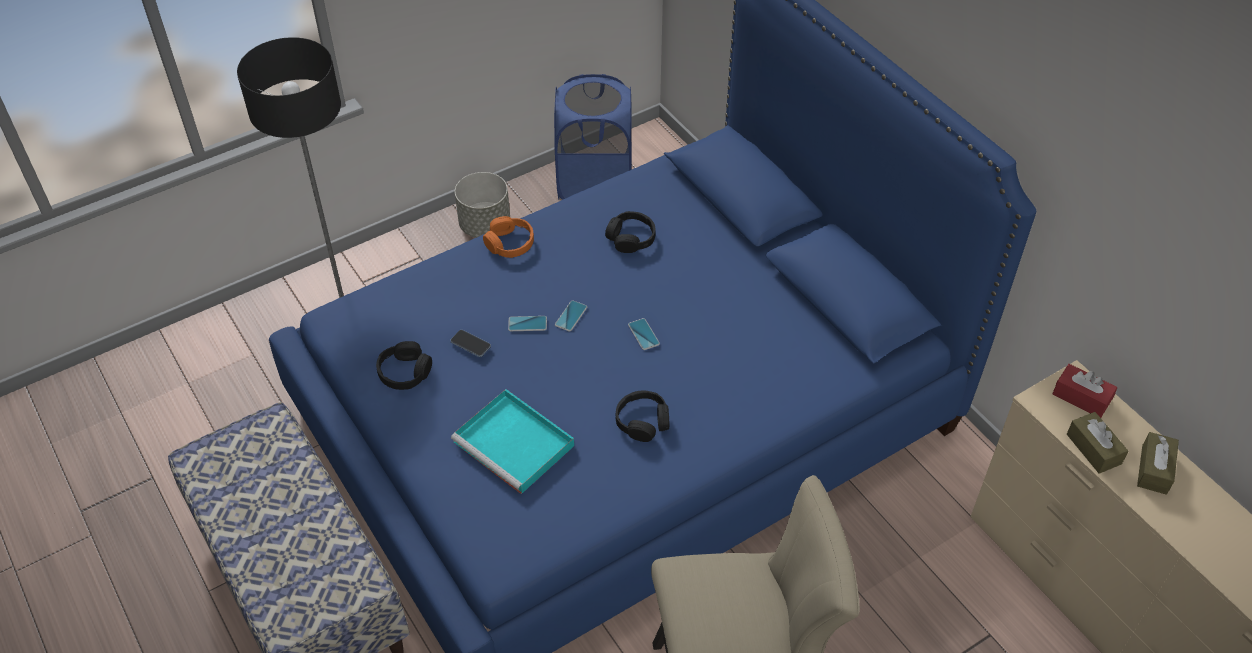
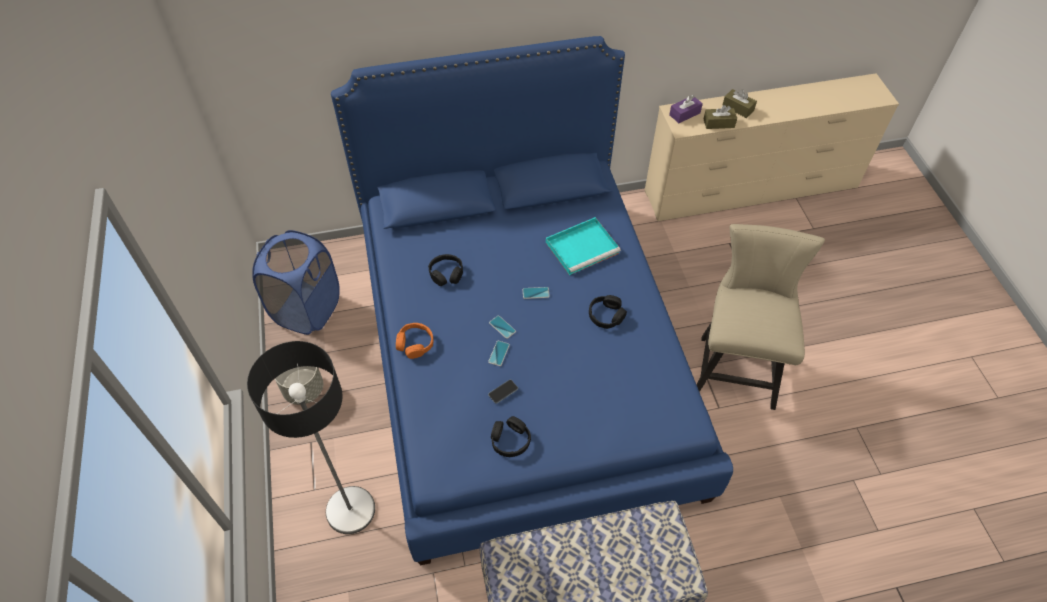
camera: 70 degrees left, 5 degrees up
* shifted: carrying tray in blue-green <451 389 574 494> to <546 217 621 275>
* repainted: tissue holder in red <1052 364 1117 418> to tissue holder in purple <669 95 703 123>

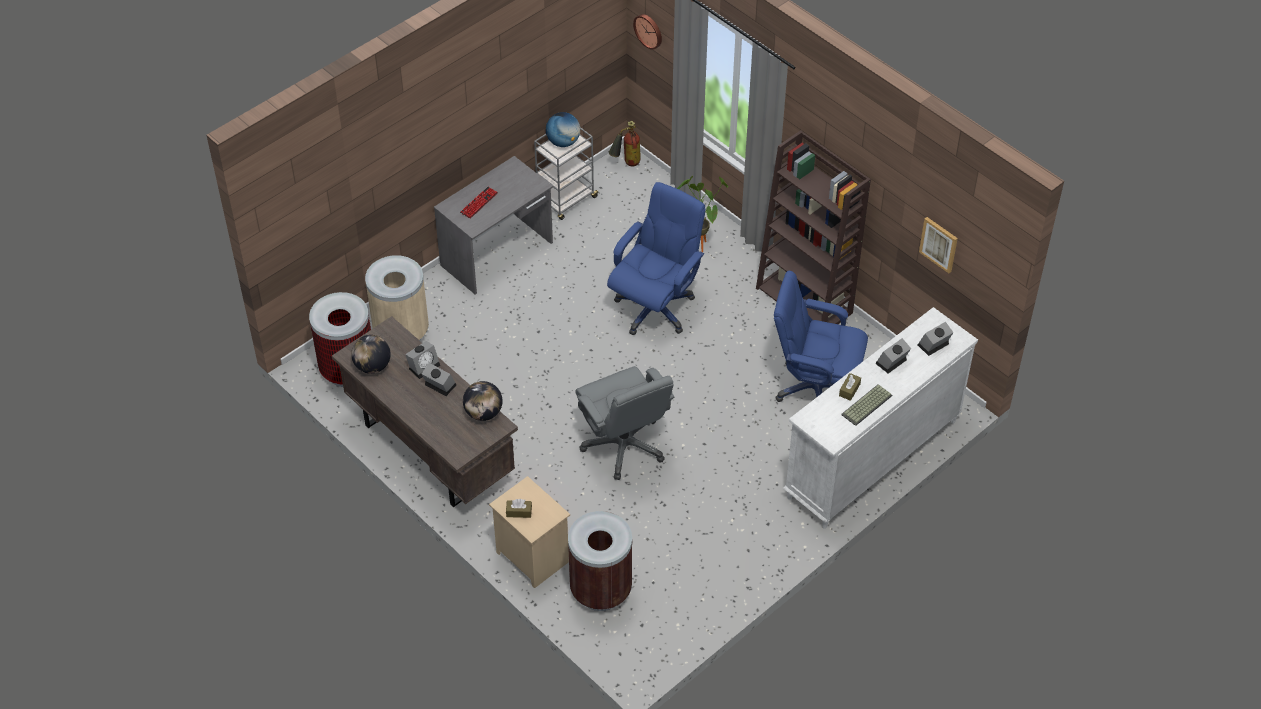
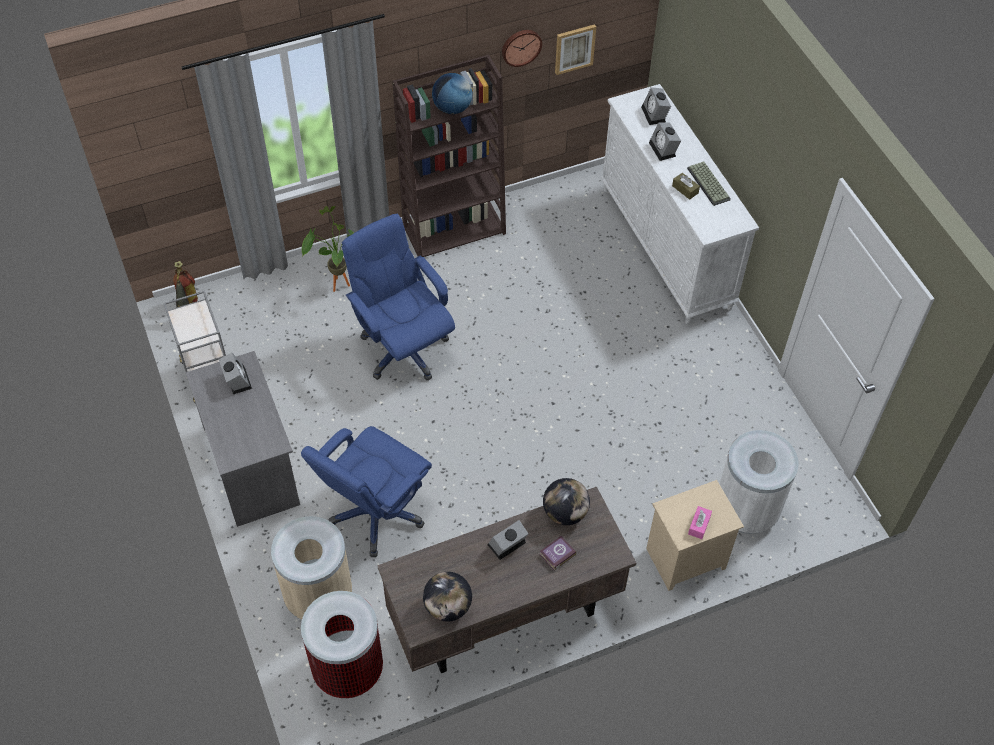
camera: 70 degrees left, 5 degrees up
* shifted: table clock <405 341 440 379> to <219 353 252 394>
* shifted: computer chair in blue <774 271 868 402> to <301 426 432 557>
* shifted: globe <546 112 580 147> to <432 73 473 114>
* shifted: wall clock <633 14 662 50> to <502 30 542 67>
* new: book <539 536 576 570>
* repainted: tissue holder in brown <506 499 532 518> to tissue holder in pink <688 506 712 539>
* repainted: waste bin in brown <568 511 632 611> to waste bin in white-coloured <720 430 799 533>
* gone: keyboard <460 187 498 219>
* gone: computer chair in grey <575 366 675 480>

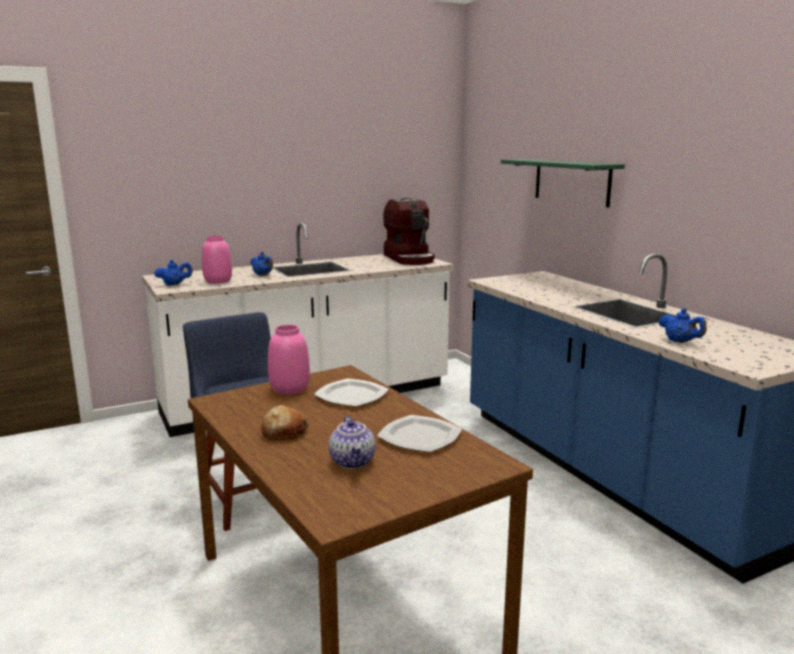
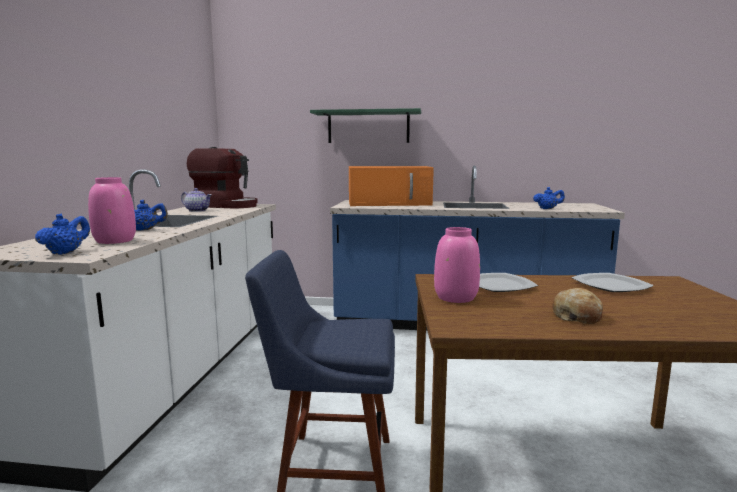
camera: 55 degrees left, 5 degrees down
* shifted: tea pot <329 416 375 469> to <181 188 212 212>
* new: microwave oven in orange-coloured <349 166 434 206>

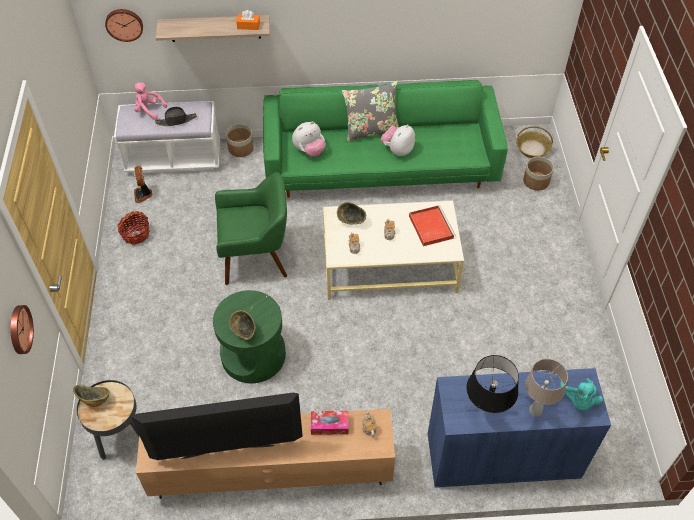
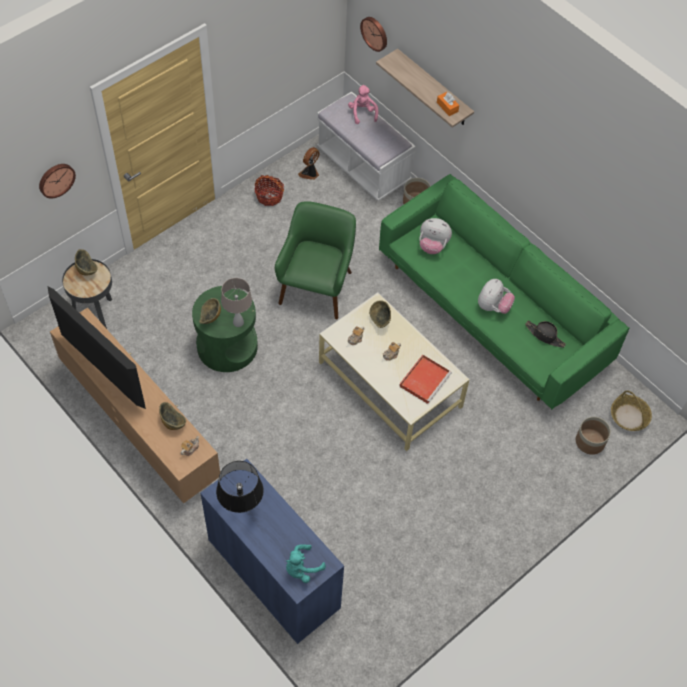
camera: 50 degrees right, 5 degrees up
* swapped: tissue holder <311 411 349 435> to deep dish <159 402 186 430>
* shifted: table lamp in beige-coloured <525 359 568 417> to <221 278 252 327>
* rotated: armchair in green-coloured <215 172 287 285> = <275 201 356 319> 120 degrees counterclockwise
* rotated: soft toy <381 124 415 156> = <478 279 515 314> 120 degrees clockwise
* shifted: clothing hat in black-coloured <155 107 197 126> to <525 320 566 348>
* gone: throw pillow in grey <342 81 399 142>

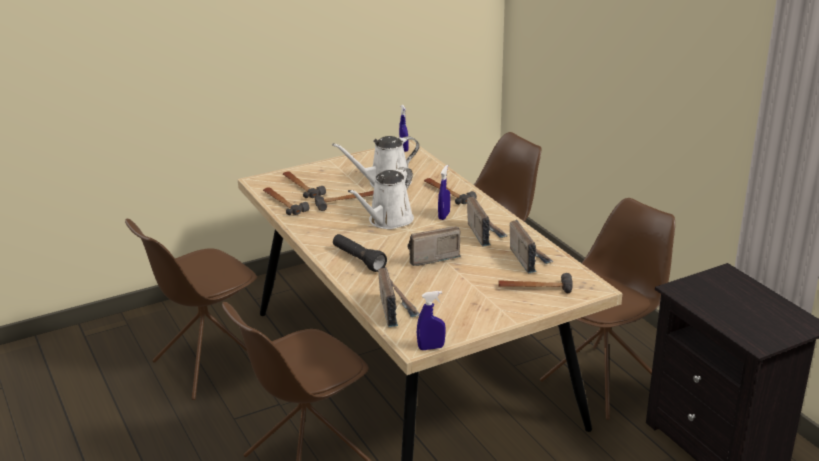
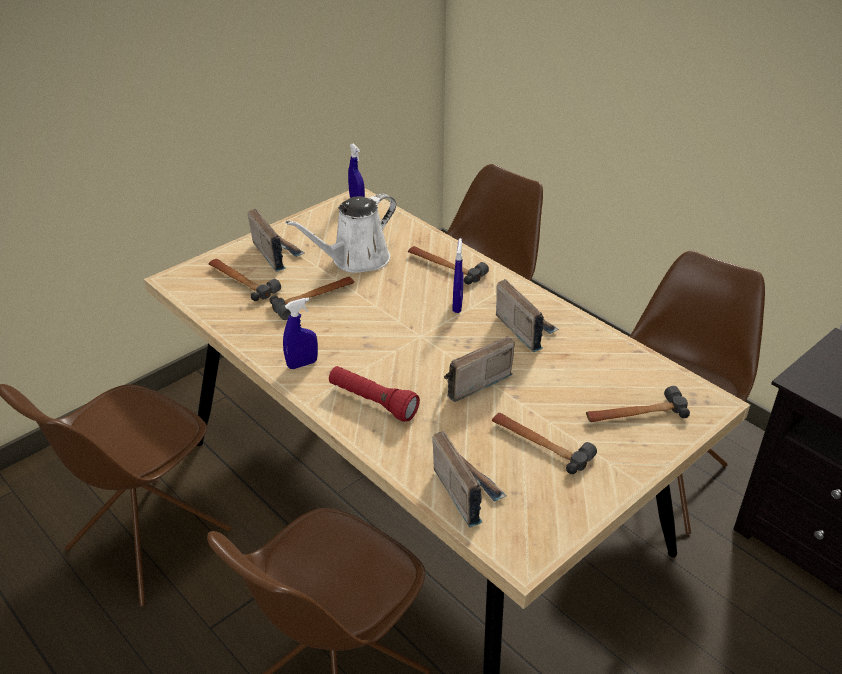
camera: 15 degrees left, 10 degrees up
* shifted: radio receiver <510 220 554 273> to <247 208 304 272>
* shifted: sprayer in blue <417 291 446 350> to <283 297 318 369>
* repainted: flashlight in black-coloured <333 234 387 272> to flashlight in red <329 366 420 422>
* shifted: hand hammer <263 187 309 215> to <492 413 597 474>
* gone: watering pot in white-coloured <348 167 414 229>

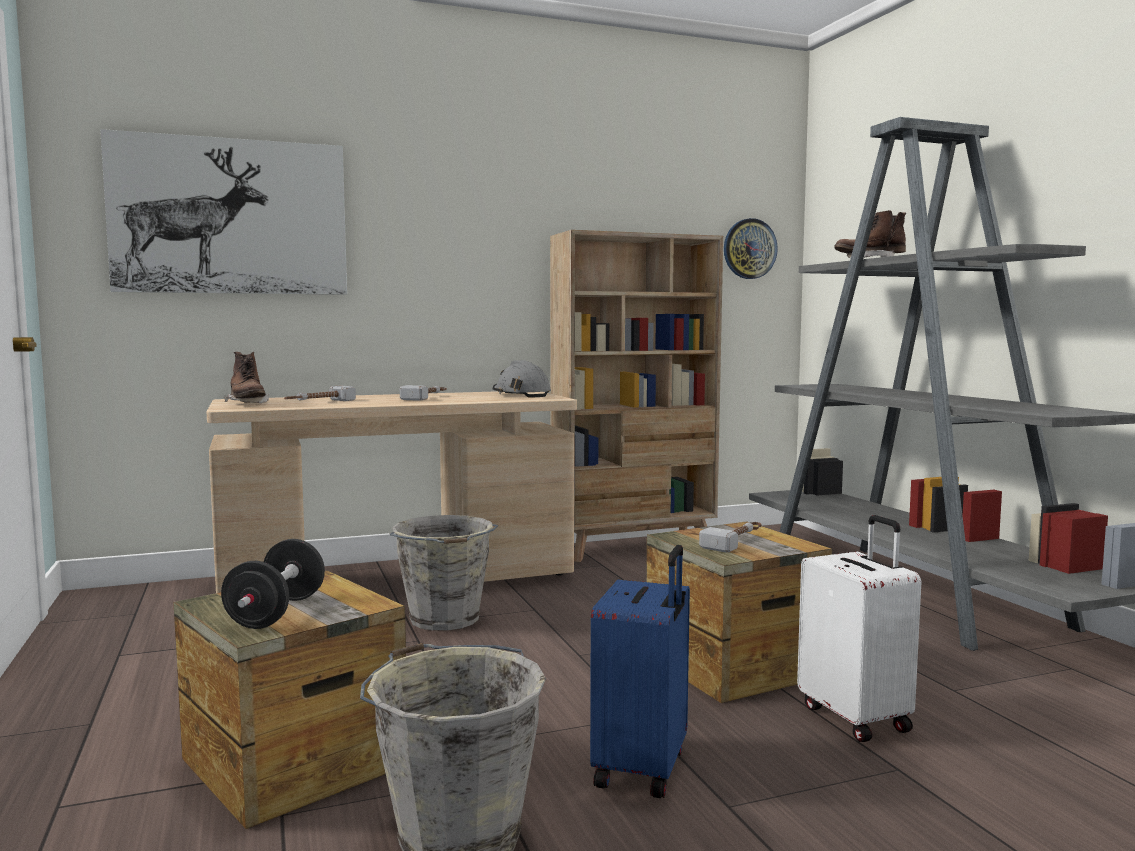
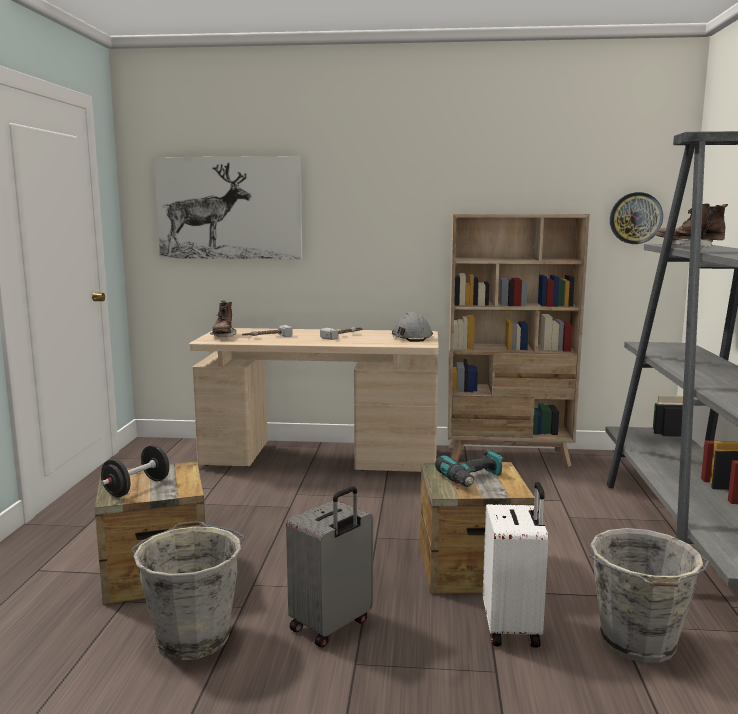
camera: 25 degrees right, 5 degrees up
* repainted: suitcase in blue <590 545 690 798> to suitcase in grey <286 486 373 647>
* swapped: hand hammer <699 522 762 553> to electric drill <435 450 503 487>
* shifted: bucket in grey <390 515 498 631> to <590 528 709 663>

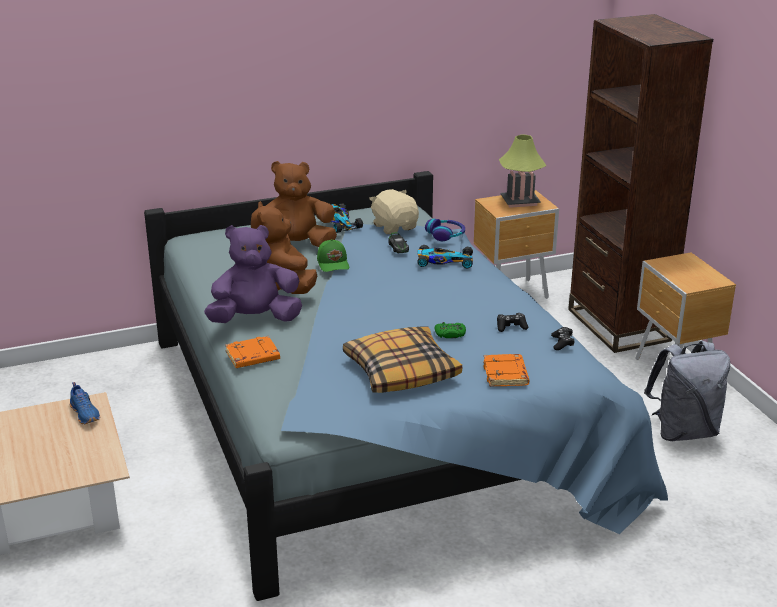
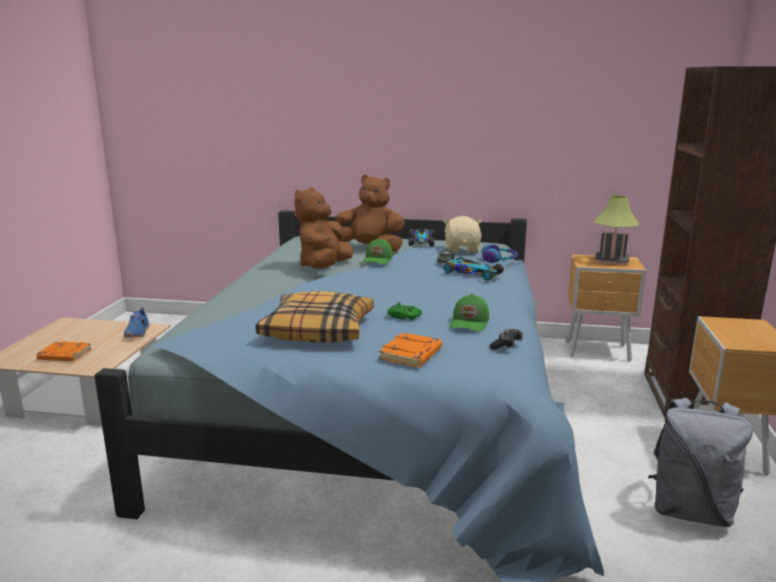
camera: 30 degrees right, 10 degrees down
* shifted: book in orange-coloured <225 336 280 368> to <36 341 92 361>
* swapped: gamepad in black-coloured <497 313 528 332> to cap in green-coloured <449 294 489 331>
* gone: soft toy in purple <204 225 302 323>

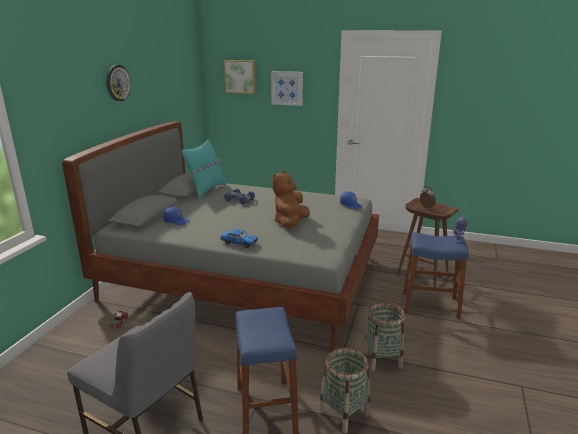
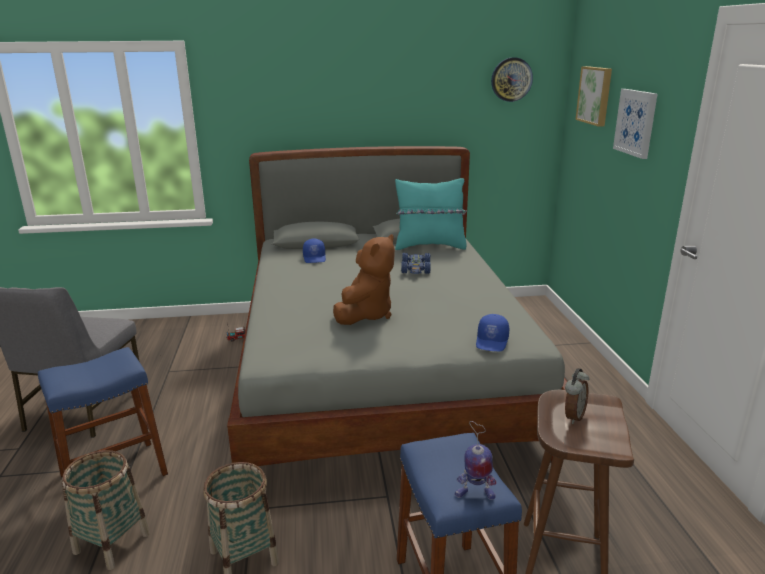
camera: 65 degrees right, 0 degrees up
* rotated: soft toy in brown <272 170 310 228> = <333 234 395 325> 120 degrees clockwise
* shifted: wall clock <106 65 131 101> to <491 57 533 102>
* gone: miniature car <220 229 258 248>

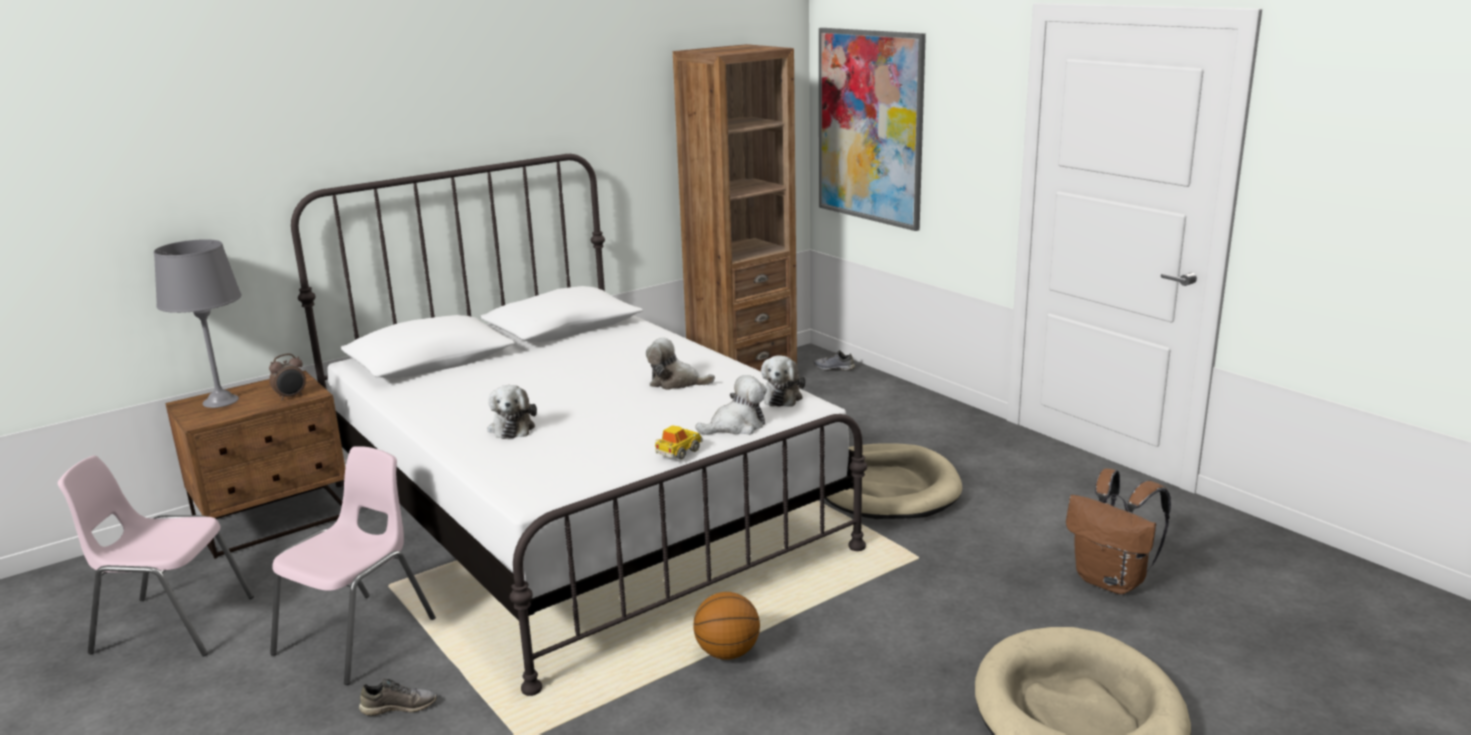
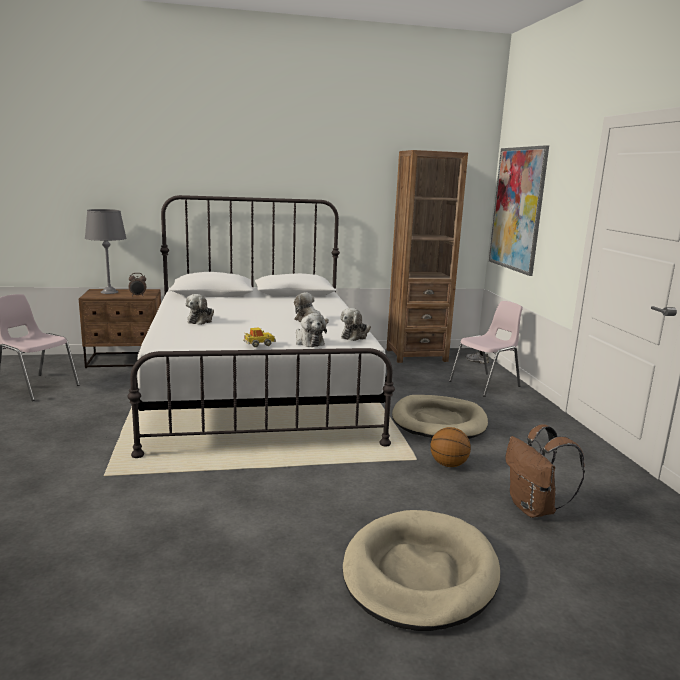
camera: 25 degrees right, 5 degrees down
* rotated: soft toy <696 375 767 435> = <296 313 327 347> 60 degrees clockwise
* shifted: basketball ball <693 592 760 660> to <430 427 471 467>
* shifted: upright chair in pink <270 446 436 685> to <449 301 523 397>
* gone: shoe in grey <359 679 437 716>

